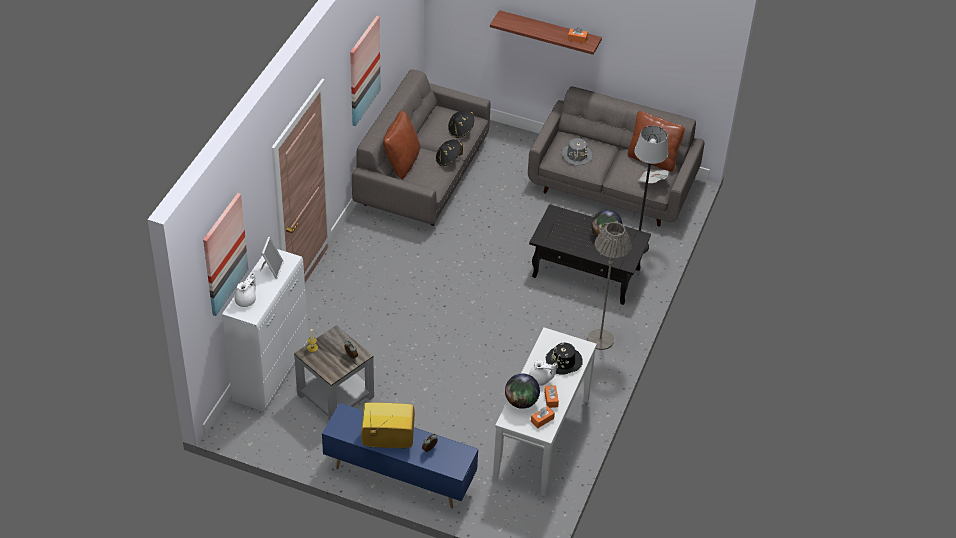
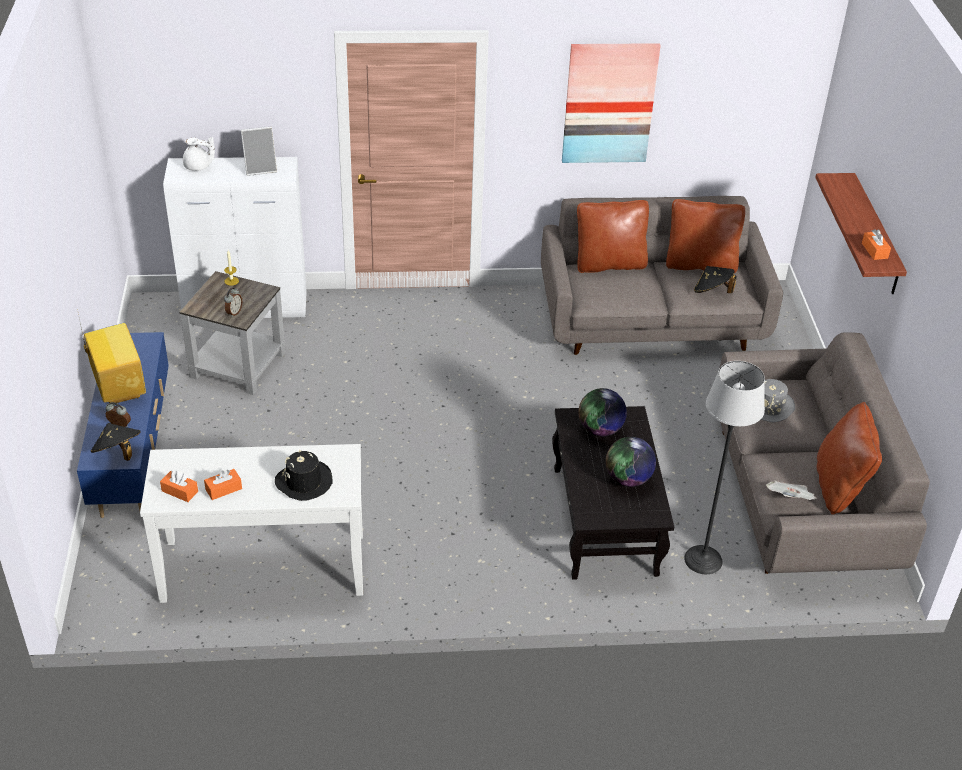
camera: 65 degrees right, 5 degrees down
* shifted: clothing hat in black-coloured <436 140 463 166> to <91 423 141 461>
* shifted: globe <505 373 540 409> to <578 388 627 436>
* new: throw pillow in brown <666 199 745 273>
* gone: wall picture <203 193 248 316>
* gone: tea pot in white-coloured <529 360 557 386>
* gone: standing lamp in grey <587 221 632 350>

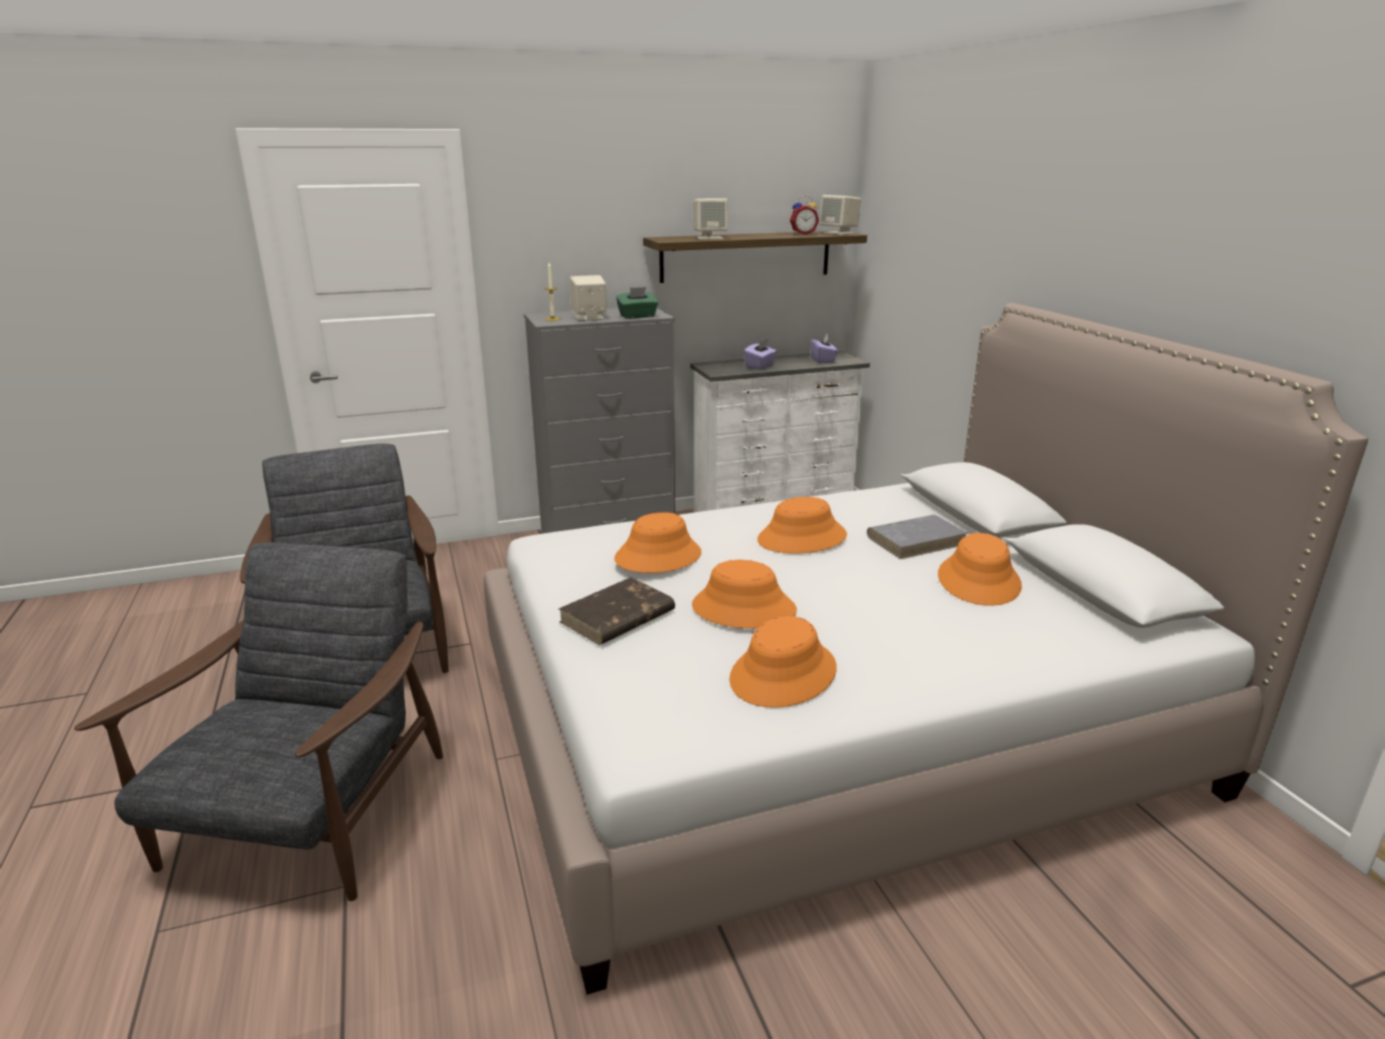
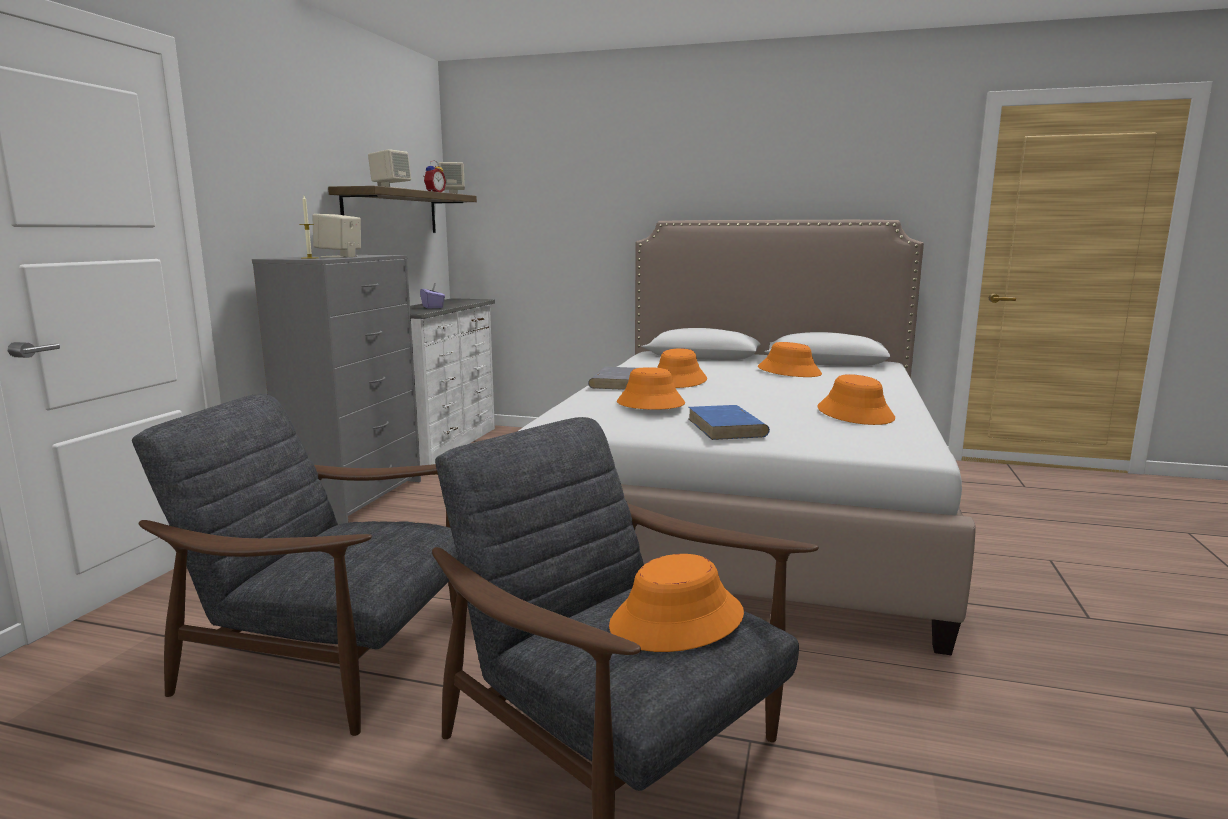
camera: 55 degrees left, 10 degrees down
* shifted: book in grey <867 515 968 559> to <588 367 636 390>
* shifted: clothing hat in orange-coloured <692 560 797 629> to <609 554 744 652>
* repainted: book in brown <559 577 675 645> to book in blue <688 405 770 440>
* gone: tissue holder in green-coloured <616 287 658 319>
* gone: tissue holder in purple <810 334 838 363>

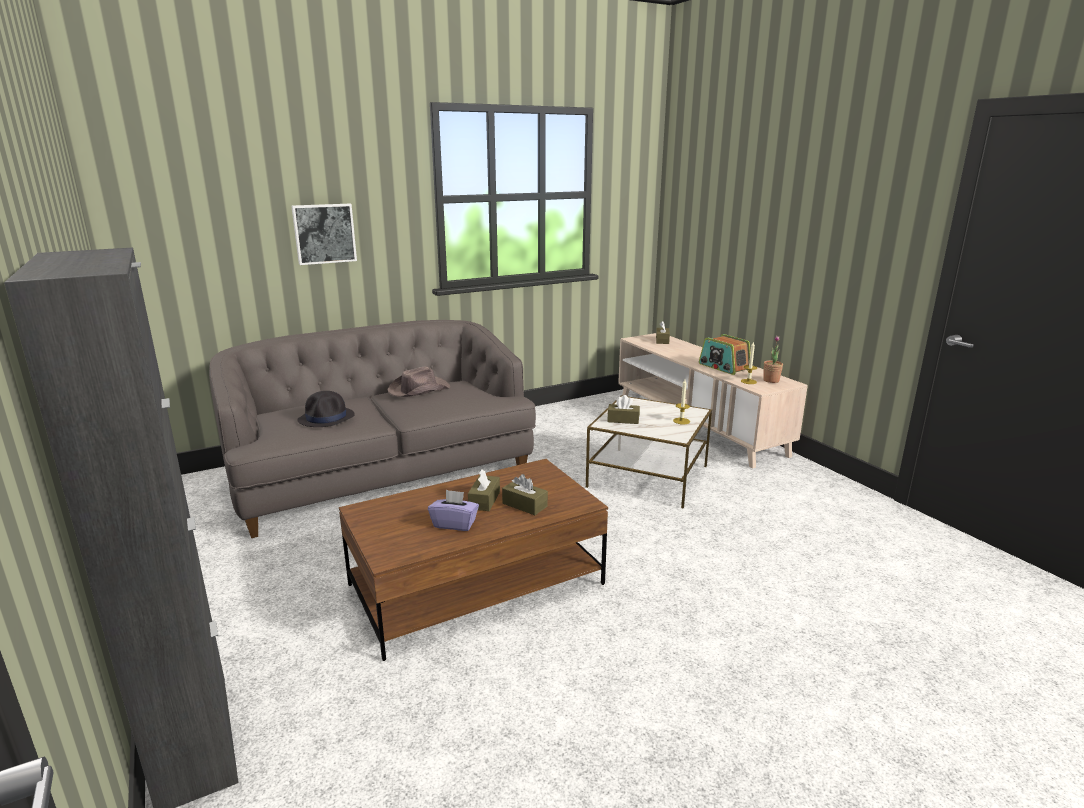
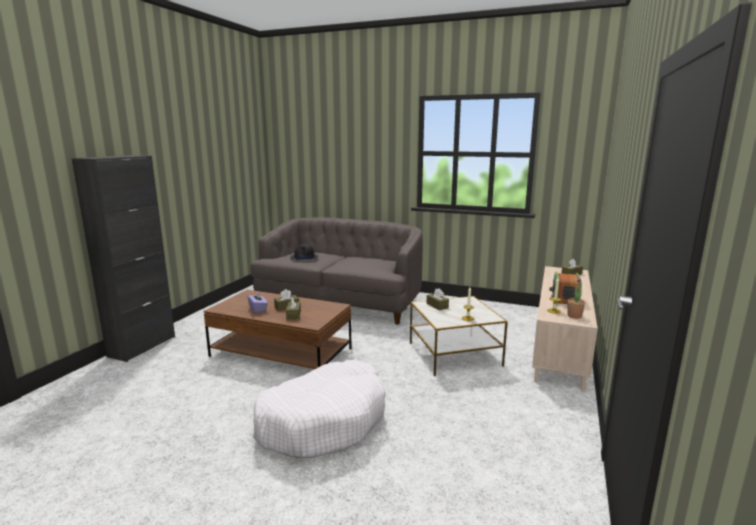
camera: 50 degrees right, 5 degrees down
* new: pet bed in white-coloured <253 360 386 458>
* gone: wall picture <291 204 357 265>
* gone: clothing hat in brown <388 366 450 397>

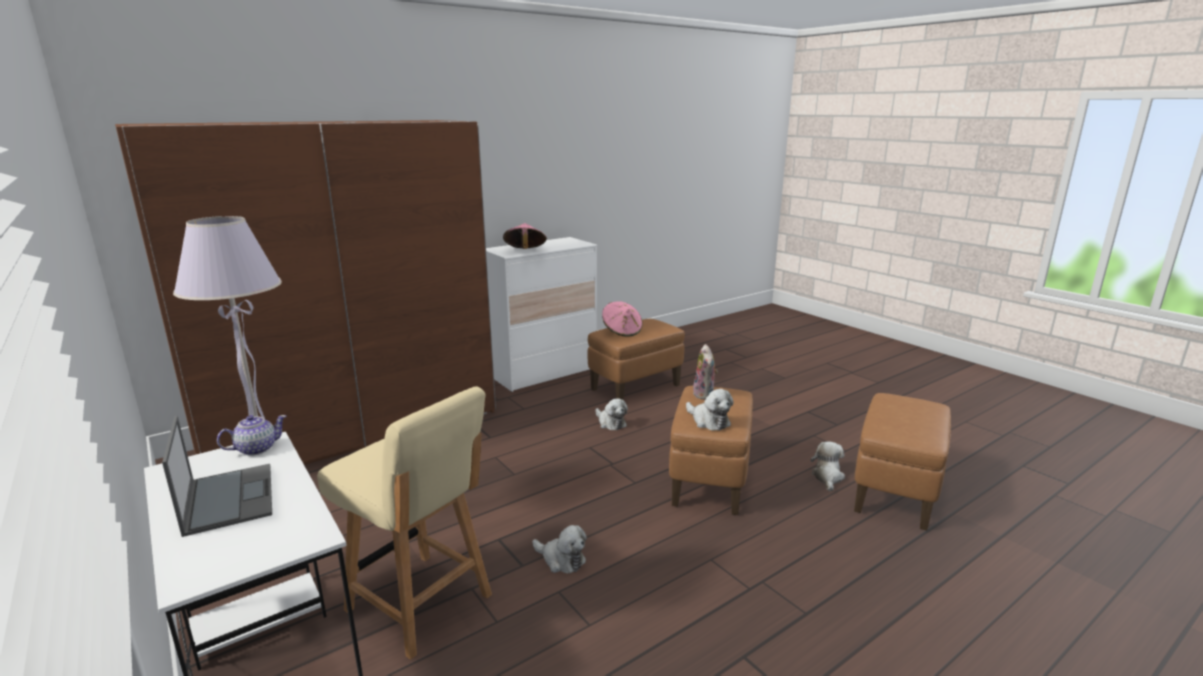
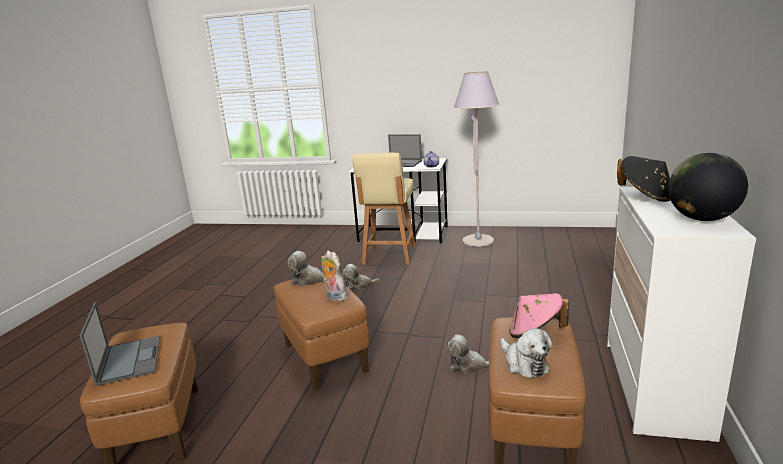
camera: 140 degrees right, 0 degrees up
* new: portable computer <79 302 160 386>
* rotated: upright chair in beige-coloured <317 386 492 660> = <352 153 416 265> 75 degrees counterclockwise
* shifted: soft toy <811 441 845 491> to <500 328 553 378>
* repainted: clothing hat in pink <503 223 547 249> to clothing hat in black-coloured <617 156 671 202>
* new: globe <668 153 748 221>
* gone: armoire in brown <115 120 496 465>

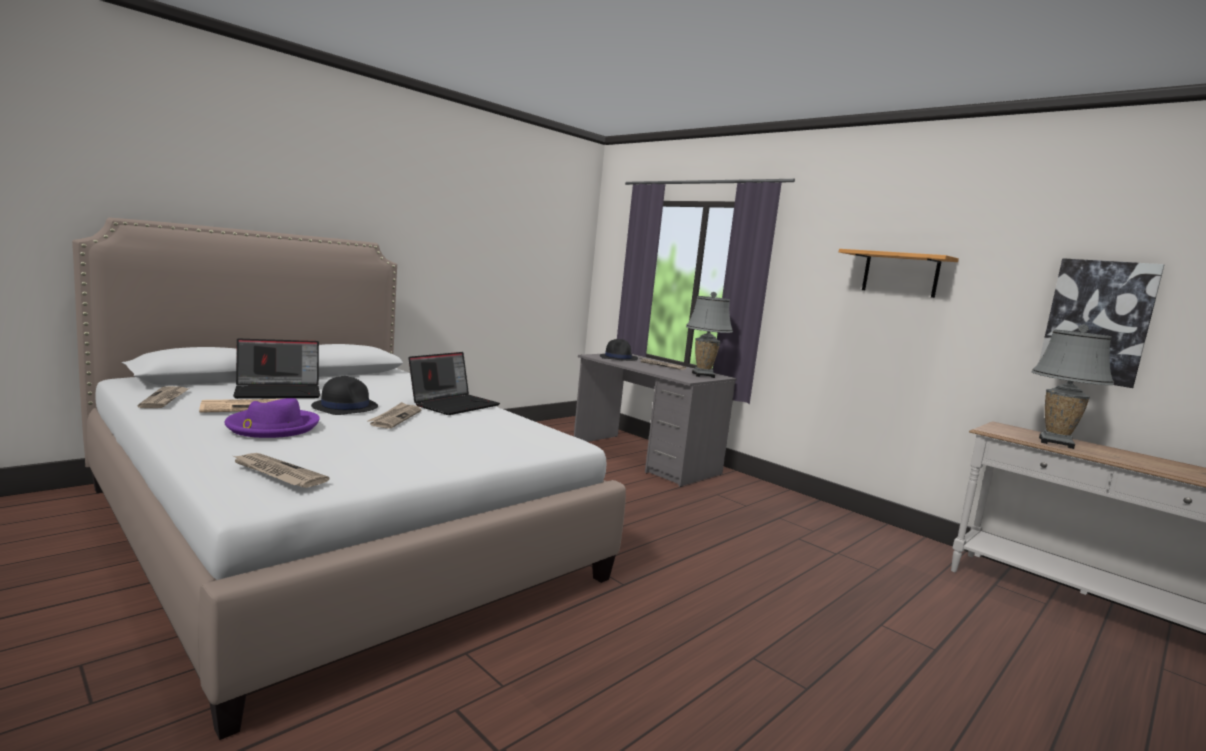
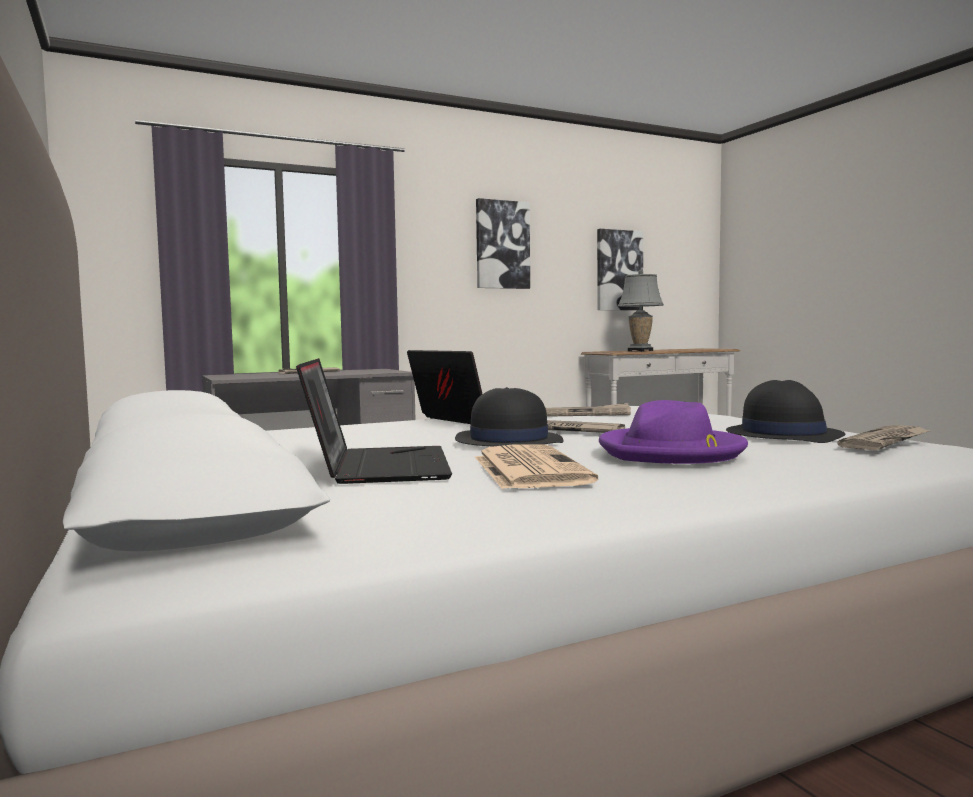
camera: 70 degrees left, 5 degrees down
* swapped: wall shelf <839 249 959 298> to wall picture <476 198 530 289>
* shifted: daily paper <137 386 190 408> to <546 403 631 417>
* shifted: clothing hat in black-coloured <600 339 638 361> to <726 380 845 443>
* gone: table lamp in grey <686 292 733 378>

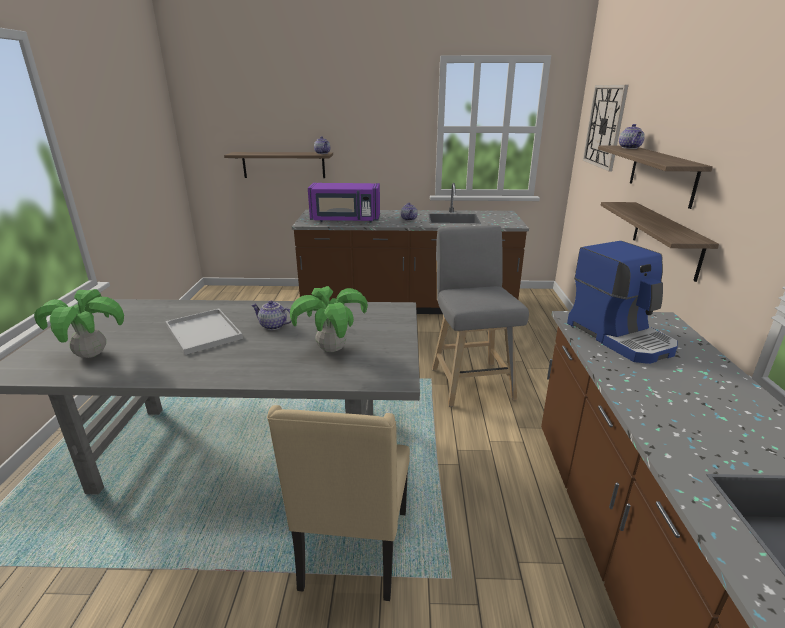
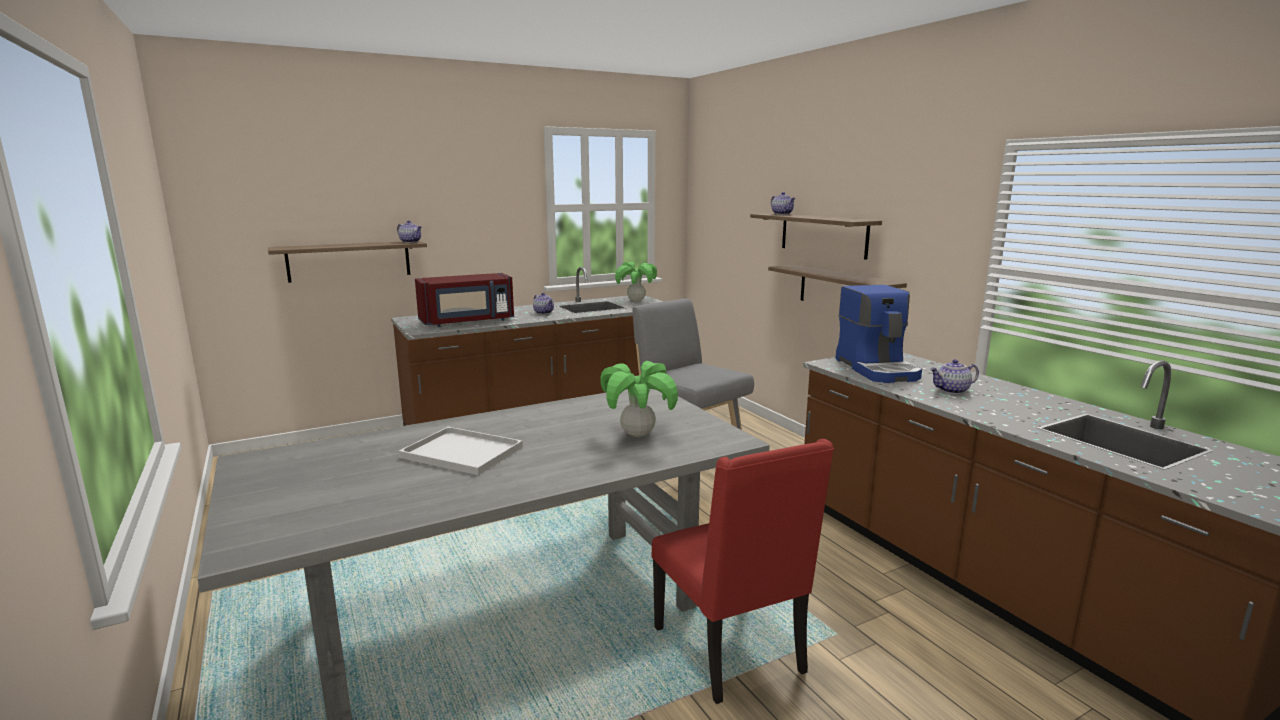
camera: 30 degrees left, 10 degrees down
* repainted: microwave oven in purple <308 183 380 222> to microwave oven in red <415 273 514 327>
* shifted: plant in a pot <34 289 124 358> to <615 262 657 302>
* repainted: upright chair in beige-coloured <267 405 410 601> to upright chair in red <652 439 834 704>
* rotated: coffee machine <567 241 678 364> = <835 285 922 383> 45 degrees clockwise
* shifted: tea pot <252 301 292 330> to <930 359 979 394>
* gone: wall clock <583 85 629 171>

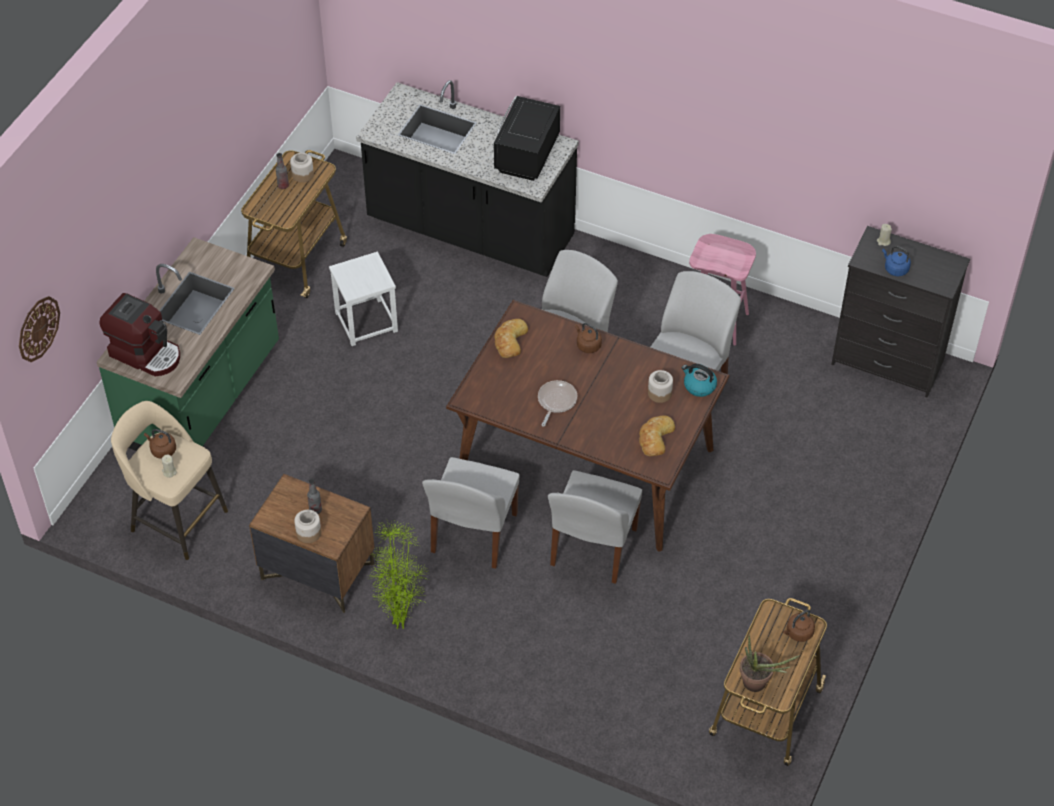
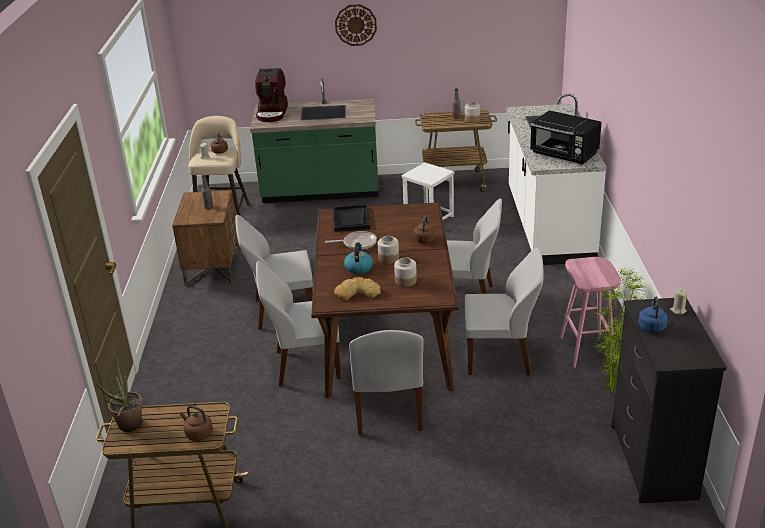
camera: 65 degrees right, 20 degrees down
* new: carrying tray in black-coloured <333 204 370 232>
* shifted: wall clock <19 296 60 362> to <335 4 377 46>
* shifted: kettle <682 364 717 397> to <344 243 373 274>
* new: upright chair in white-coloured <349 330 424 436>
* shifted: storage jar <294 510 321 543> to <378 236 399 264>
* repainted: counter in black-coloured <356 80 579 277> to counter in white-coloured <506 94 607 265>
* rotated: microwave oven in black-coloured <494 96 560 181> = <530 110 602 164> 135 degrees counterclockwise
* shifted: plant in a pot <368 521 429 629> to <594 268 648 392>
* gone: bakery bread <494 319 528 358>

